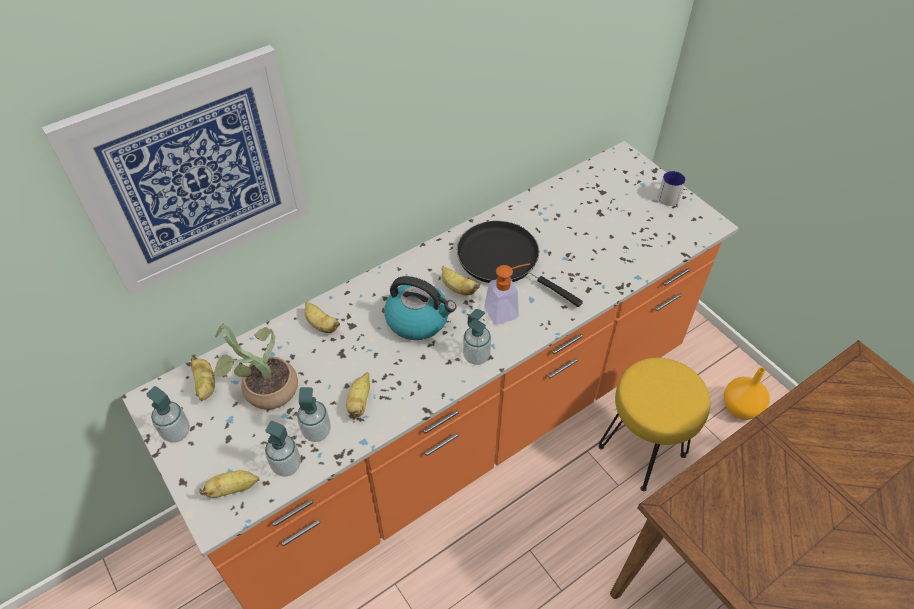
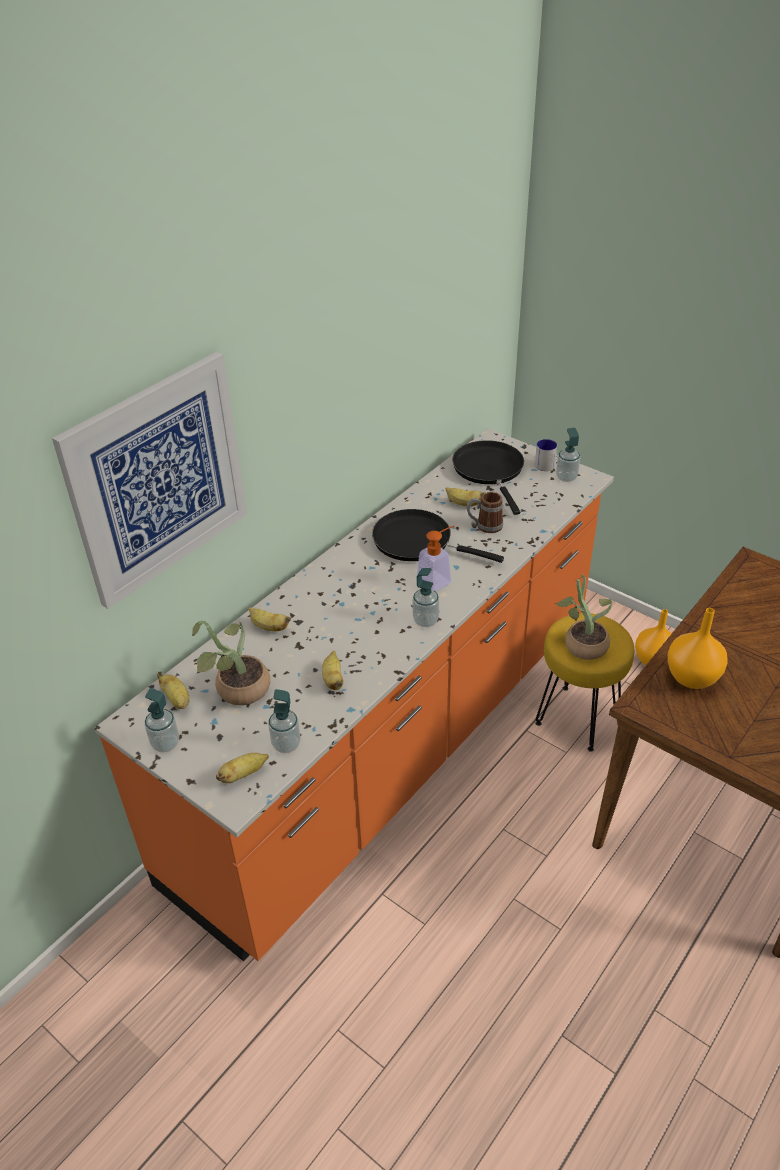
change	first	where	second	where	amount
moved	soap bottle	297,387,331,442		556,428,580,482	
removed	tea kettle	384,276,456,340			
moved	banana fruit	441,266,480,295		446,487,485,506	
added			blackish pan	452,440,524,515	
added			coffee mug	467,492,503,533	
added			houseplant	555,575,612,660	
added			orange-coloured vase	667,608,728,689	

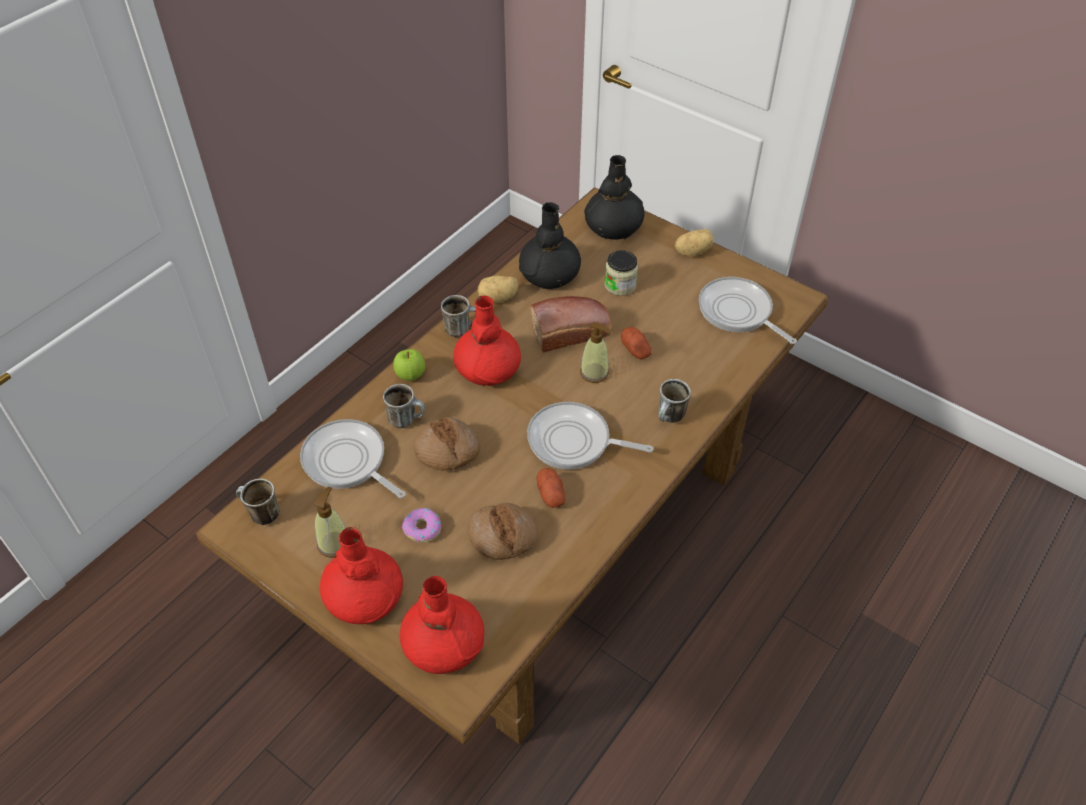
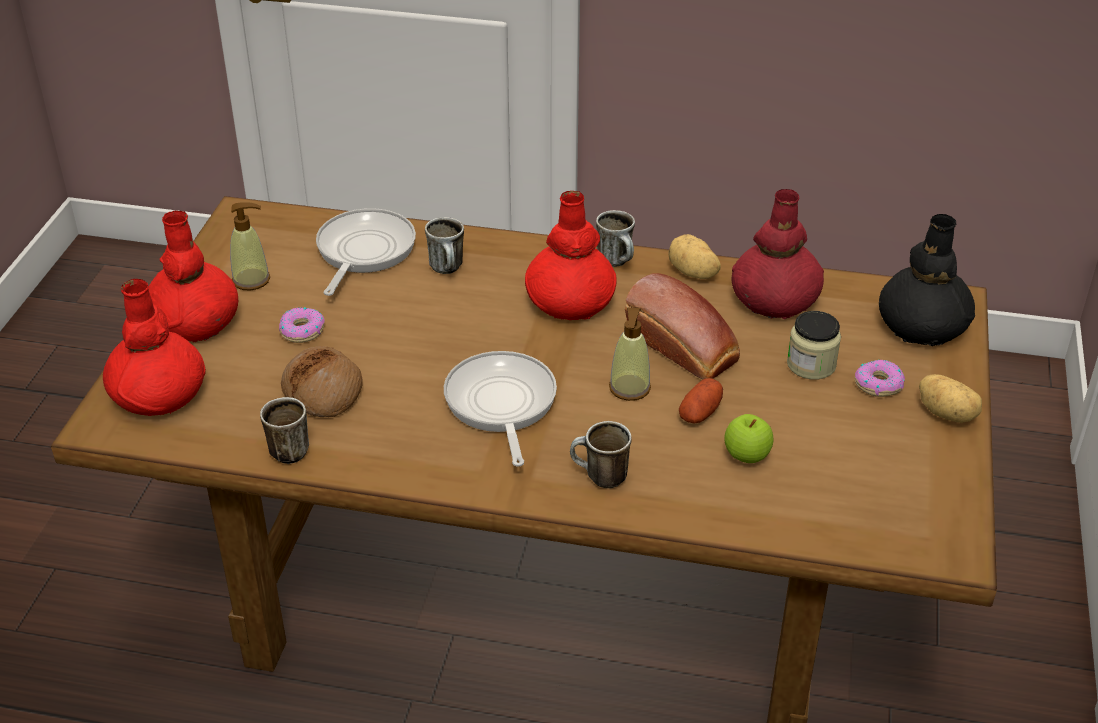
change	first	where	second	where	amount
moved	coffee mug	236,479,280,525		260,397,309,464	
moved	apple fruit	393,349,425,381		724,414,773,463	
removed	baked bread	414,417,481,471			
recoloured	blackish vase	519,202,581,290	reddish vase	732,189,824,319	
removed	spud	537,468,566,508			
removed	pan	699,277,797,344			
added			donut	855,360,905,397	

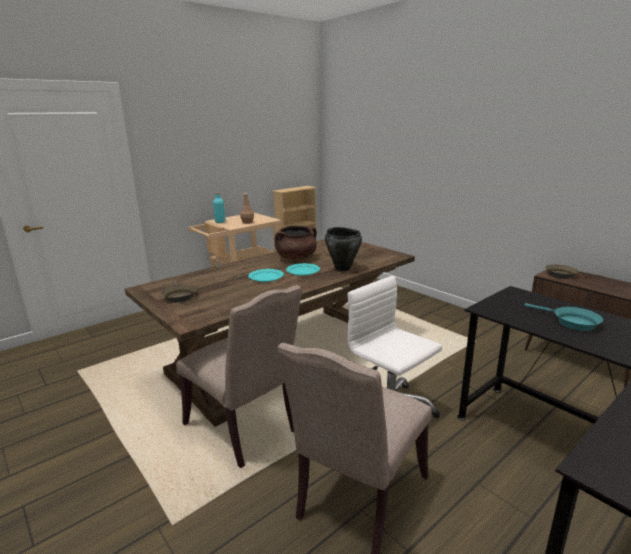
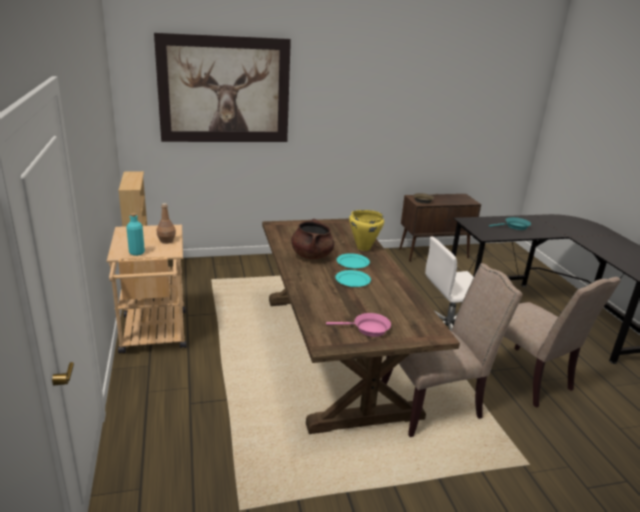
change	first	where	second	where	amount
recoloured	brown-coloured pan	161,280,197,303	pink-coloured pan	326,313,391,337	
recoloured	blackish saucepot	325,227,362,271	yellow-coloured saucepot	349,210,384,251	
added			wall picture	154,33,291,142	

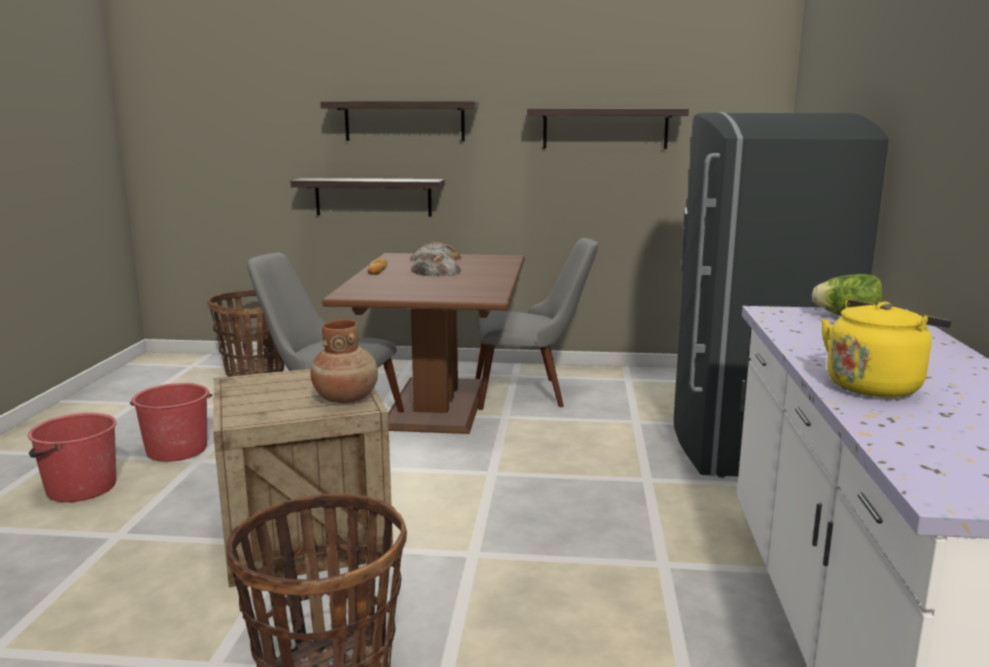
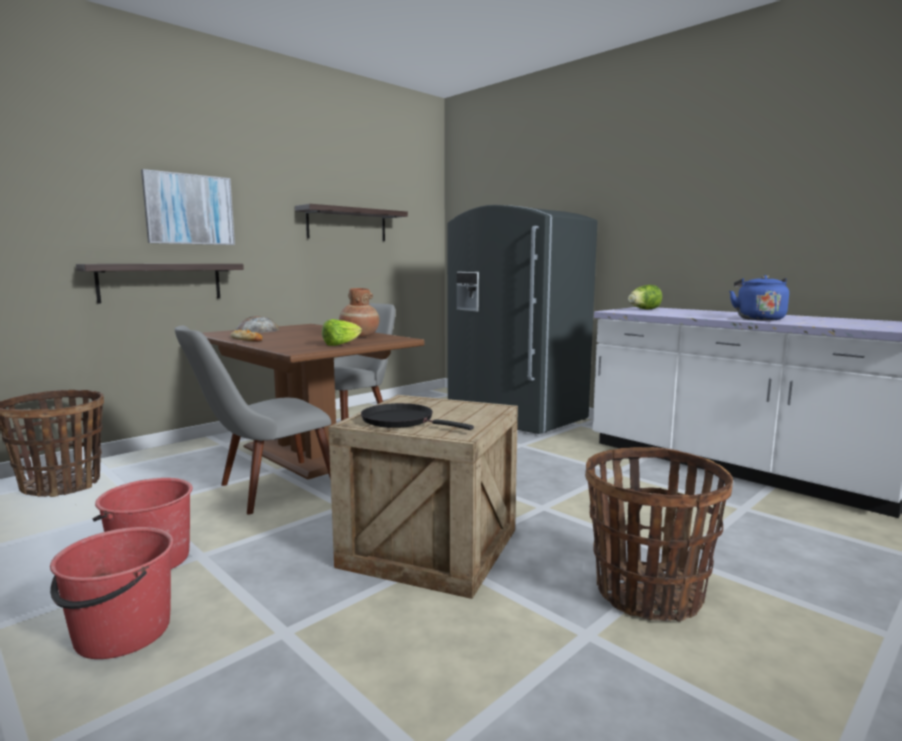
change	first	where	second	where	amount
moved	brown-coloured vase	310,319,378,403		339,288,380,337	
replaced	bracket shelf	320,101,479,141	wall picture	141,169,235,245	
removed	baked bread	411,253,461,277			
recoloured	yellow-coloured tea kettle	821,299,951,398	bluish tea kettle	729,275,789,321	
added			head of lettuce	322,319,362,346	
added			blackish pan	361,403,474,430	

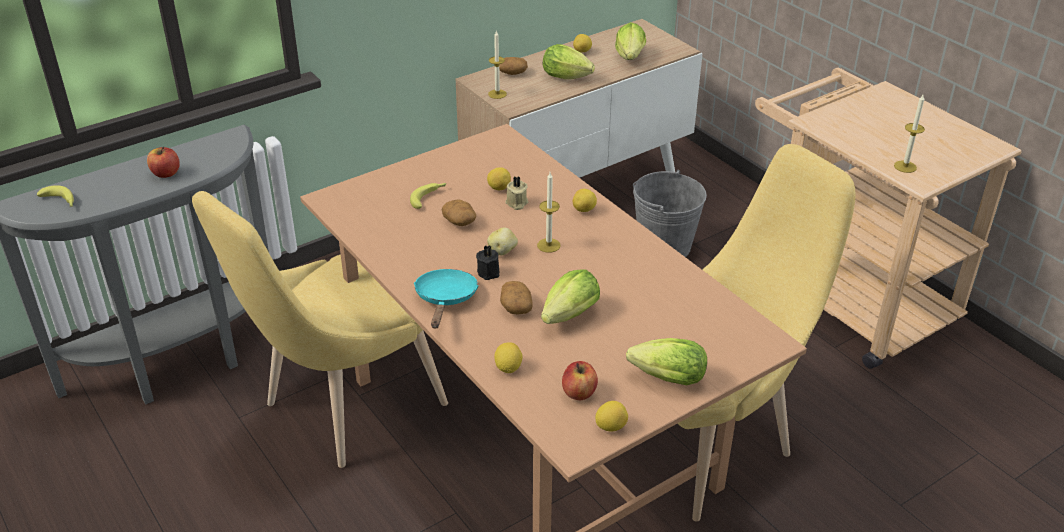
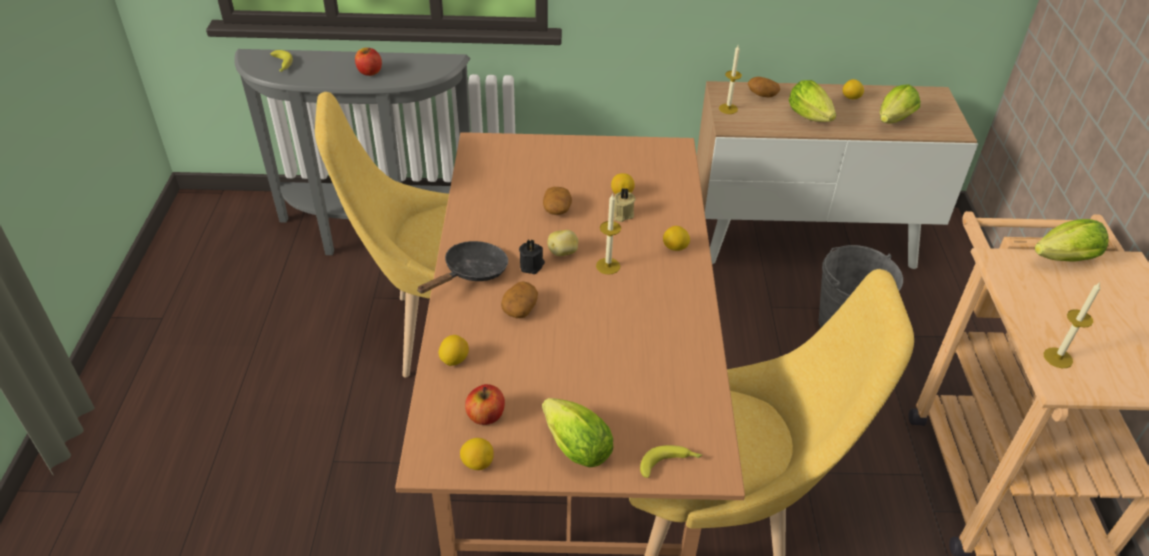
change	first	where	second	where	amount
moved	banana fruit	410,183,446,209		640,445,702,478	
recoloured	turquoise-coloured pan	414,269,479,328	blackish pan	417,241,508,293	
moved	head of lettuce	541,270,600,324		1035,219,1109,262	

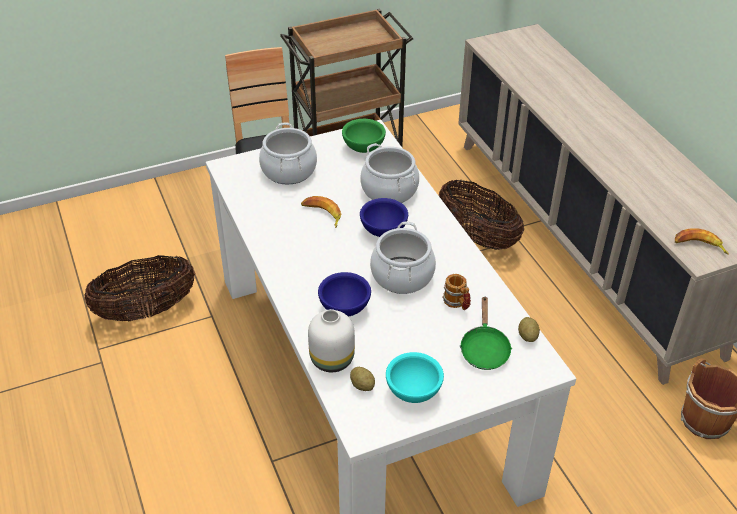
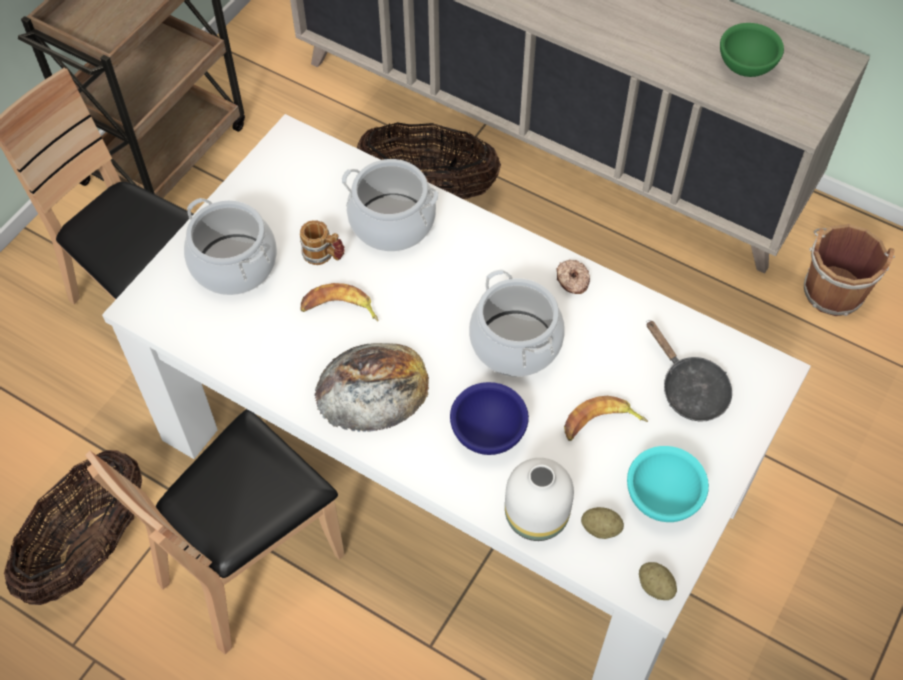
change	first	where	second	where	amount
moved	green-coloured bowl	342,119,386,153		720,23,784,77	
removed	bluish bowl	360,198,408,237			
moved	coffee mug	443,274,471,310		300,220,345,265	
recoloured	green-coloured pan	460,296,512,370	blackish pan	646,320,732,422	
moved	spud	518,317,540,342		639,562,677,600	
moved	banana fruit	675,228,729,255		564,396,648,441	
added			brown-coloured upright chair	85,409,345,654	
added			baked bread	315,343,429,432	
added			donut	556,260,590,294	

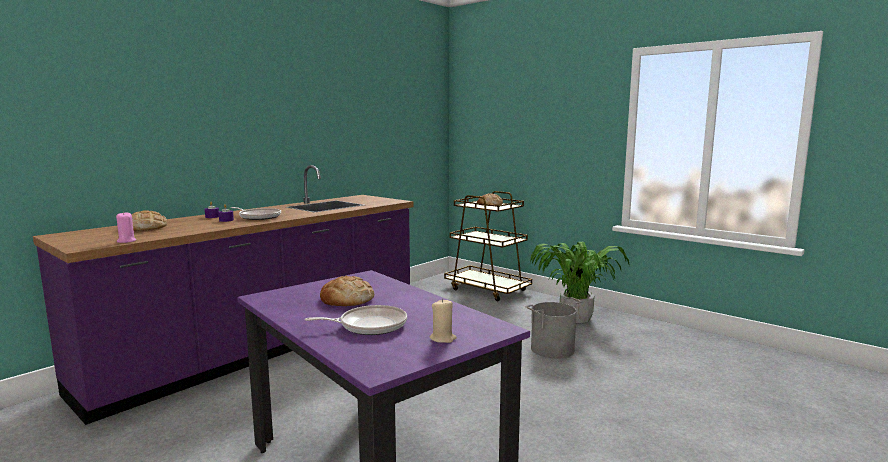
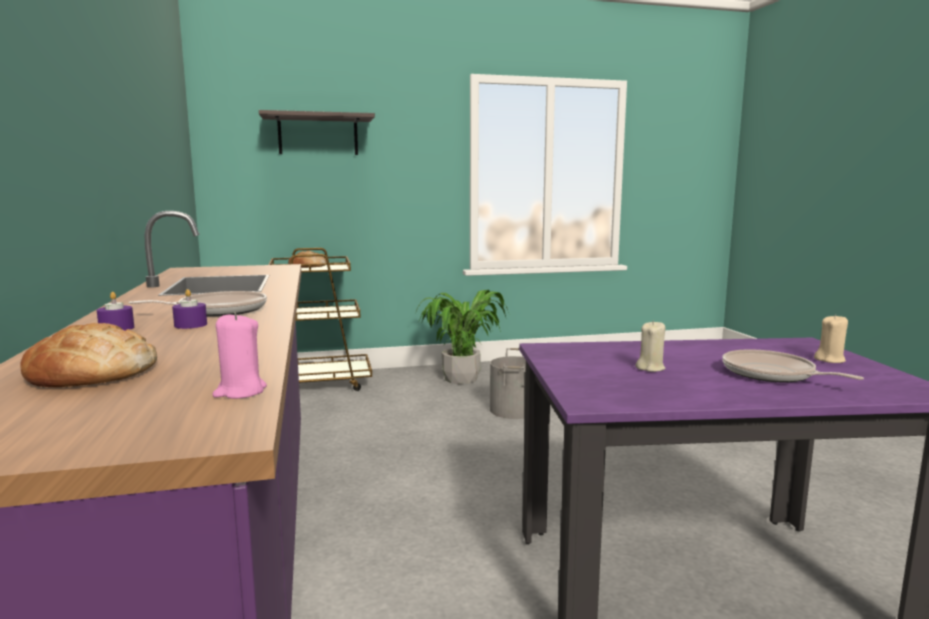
change	first	where	second	where	amount
turned	pan	305,305,407,335		722,349,864,382	60 degrees counterclockwise
replaced	baked bread	320,276,374,306	sand-coloured wax light	635,320,665,372	
added			bracket shelf	259,110,375,155	

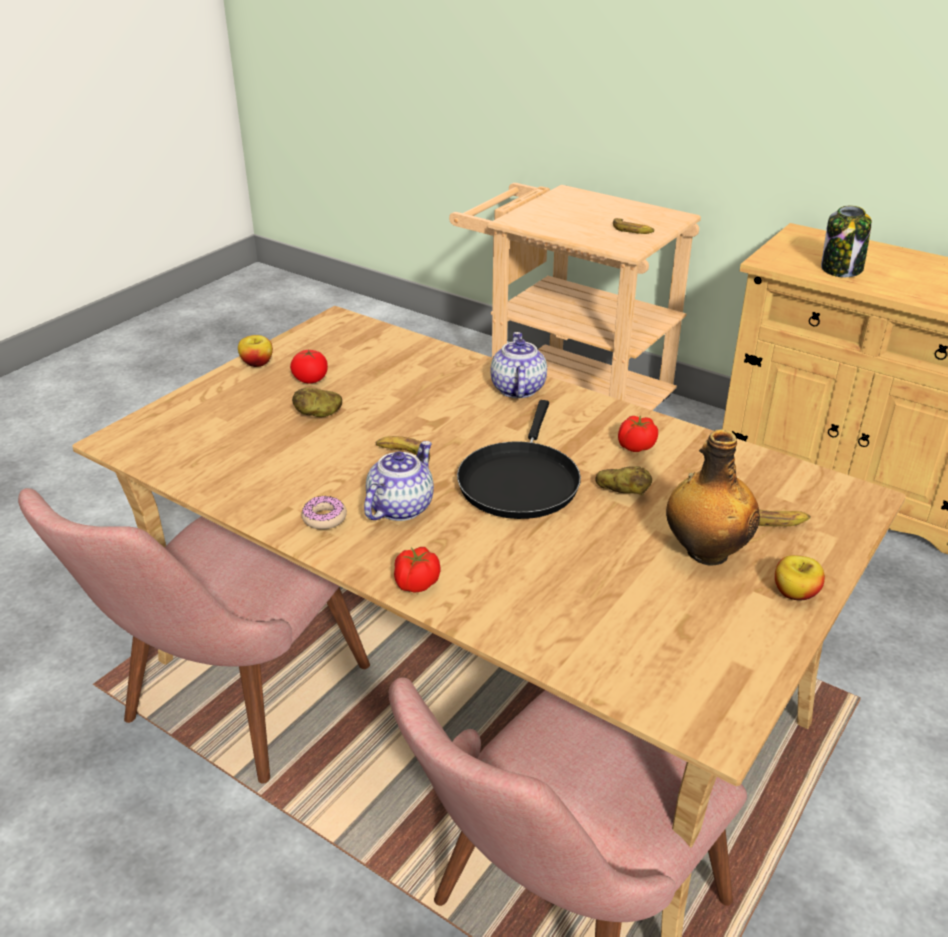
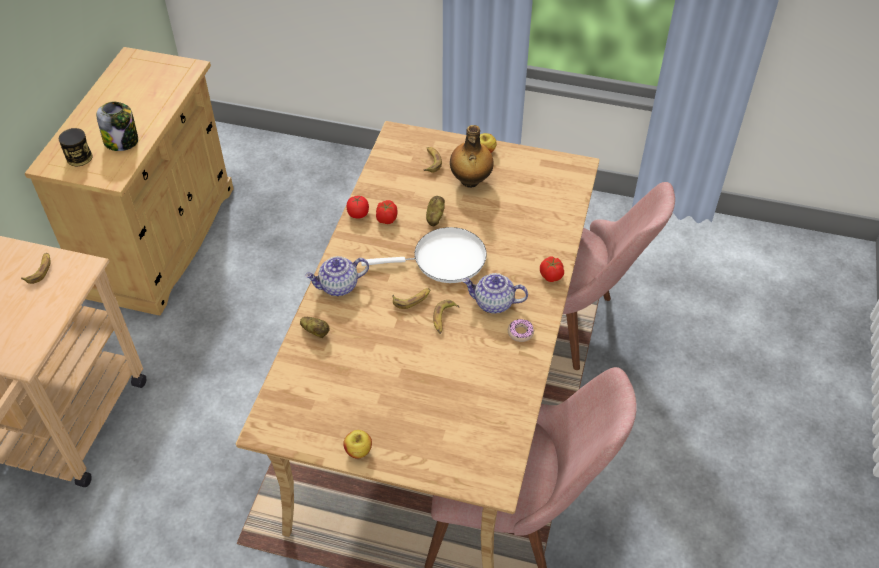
change	first	where	second	where	amount
moved	fresh tomato	290,350,328,383		347,196,369,218	
moved	spud	292,388,342,417		300,317,329,338	
recoloured	blackish pan	457,400,581,519	white-coloured pan	361,227,487,283	
added			metal can	59,128,93,166	
added			banana fruit	392,288,430,309	

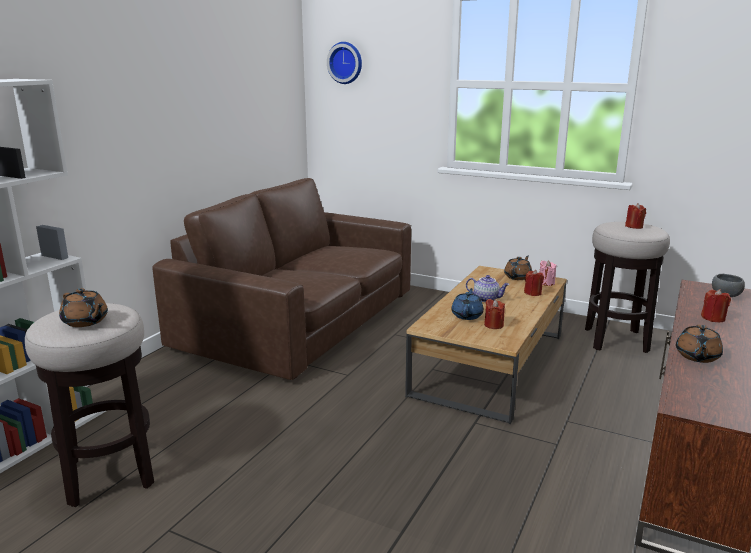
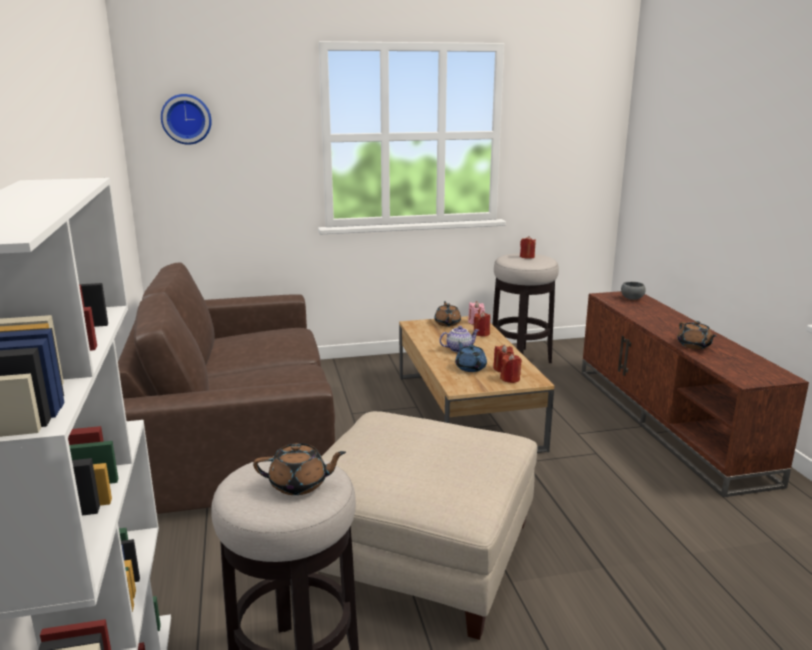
change	first	where	second	where	amount
moved	reddish wax light	701,289,731,322		500,354,522,383	
added			sand-coloured footrest	309,411,537,640	

